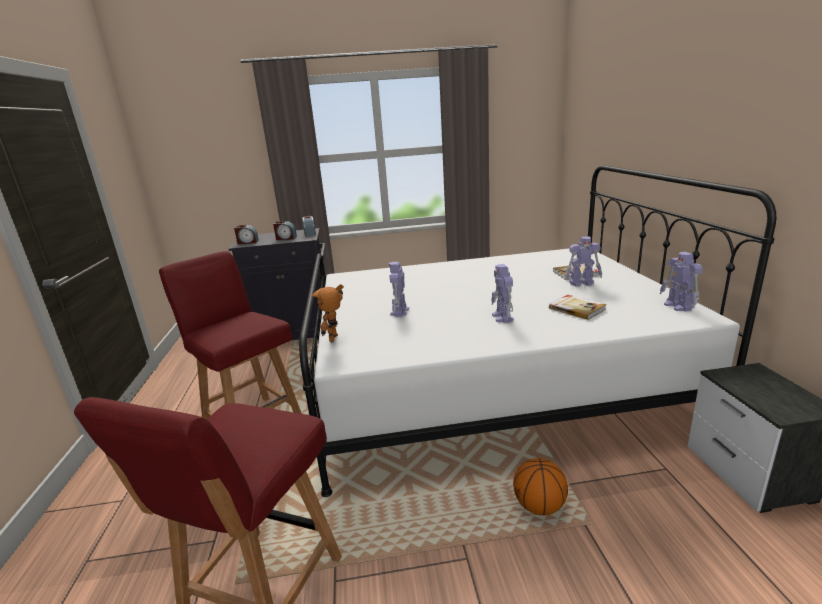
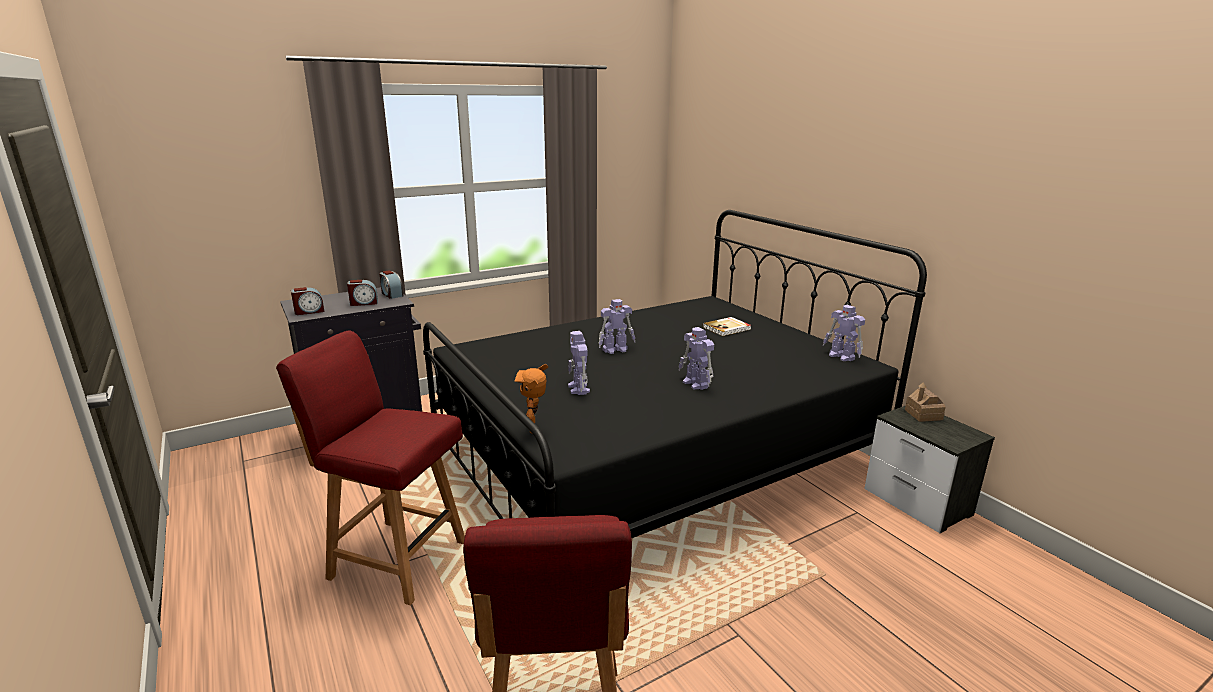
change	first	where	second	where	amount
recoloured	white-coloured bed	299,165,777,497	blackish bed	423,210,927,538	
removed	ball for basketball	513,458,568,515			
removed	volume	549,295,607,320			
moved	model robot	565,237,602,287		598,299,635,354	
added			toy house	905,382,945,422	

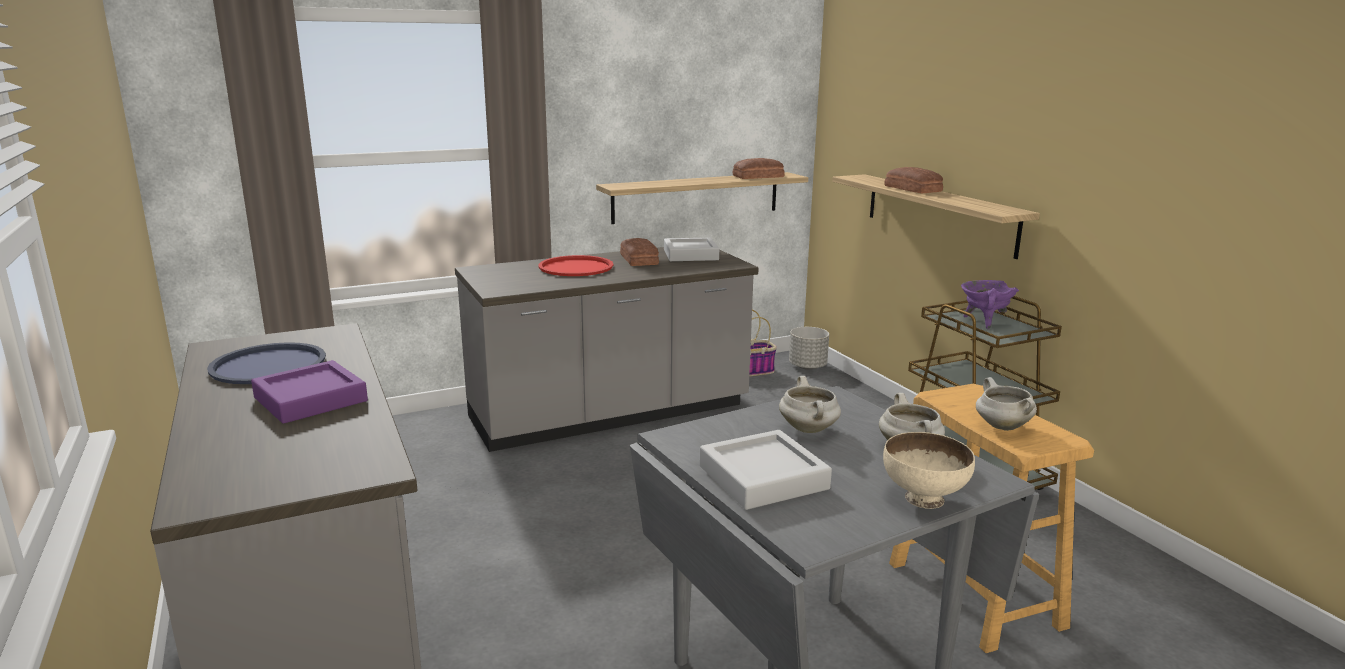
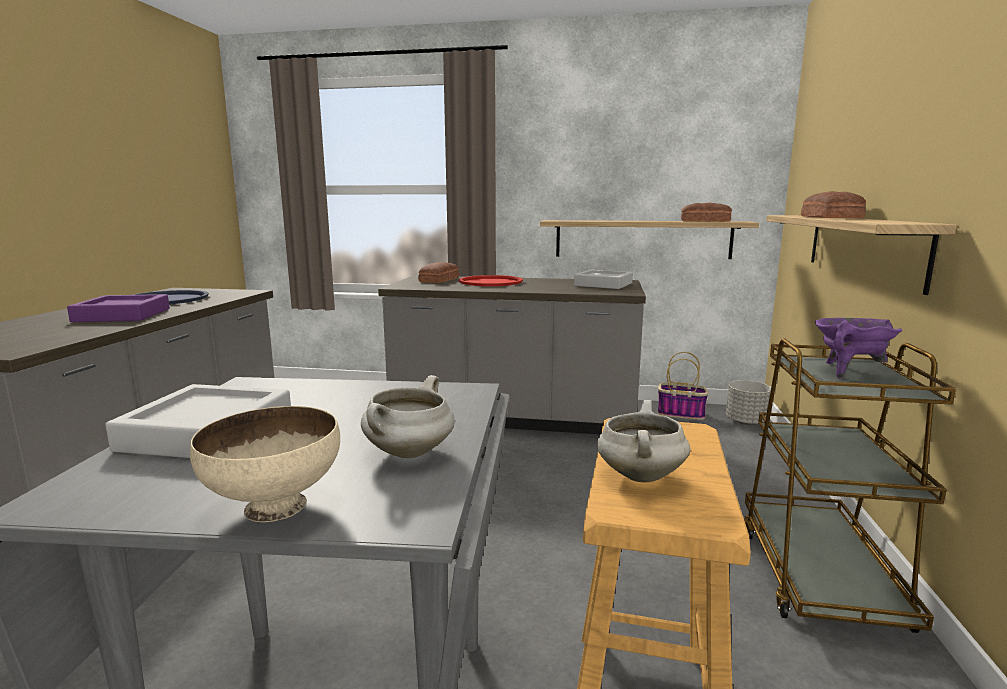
change	first	where	second	where	amount
moved	baked bread	620,238,659,266		418,262,459,283	
removed	white-coloured saucepot	779,376,841,433			

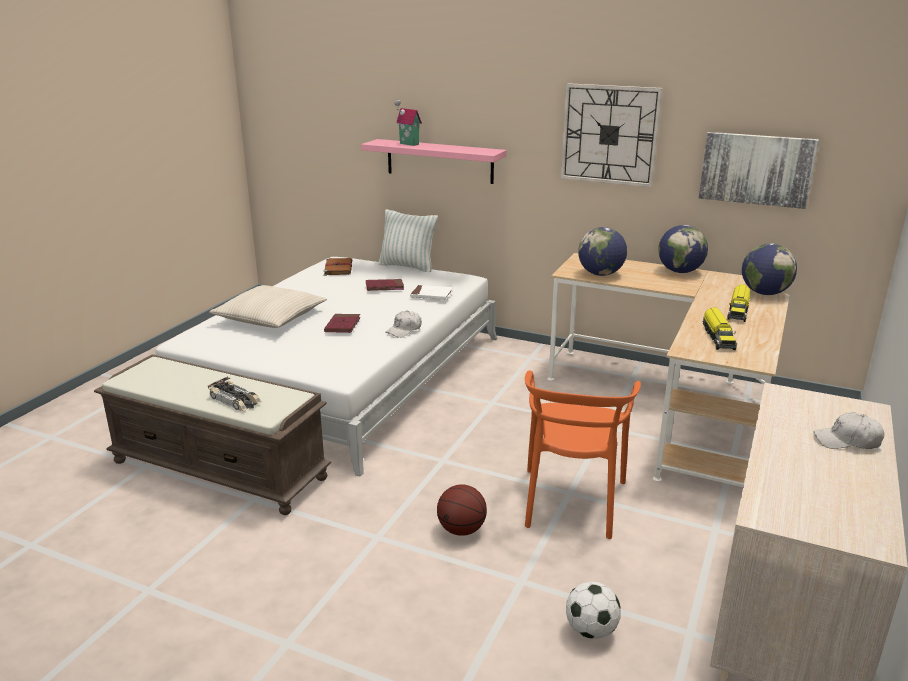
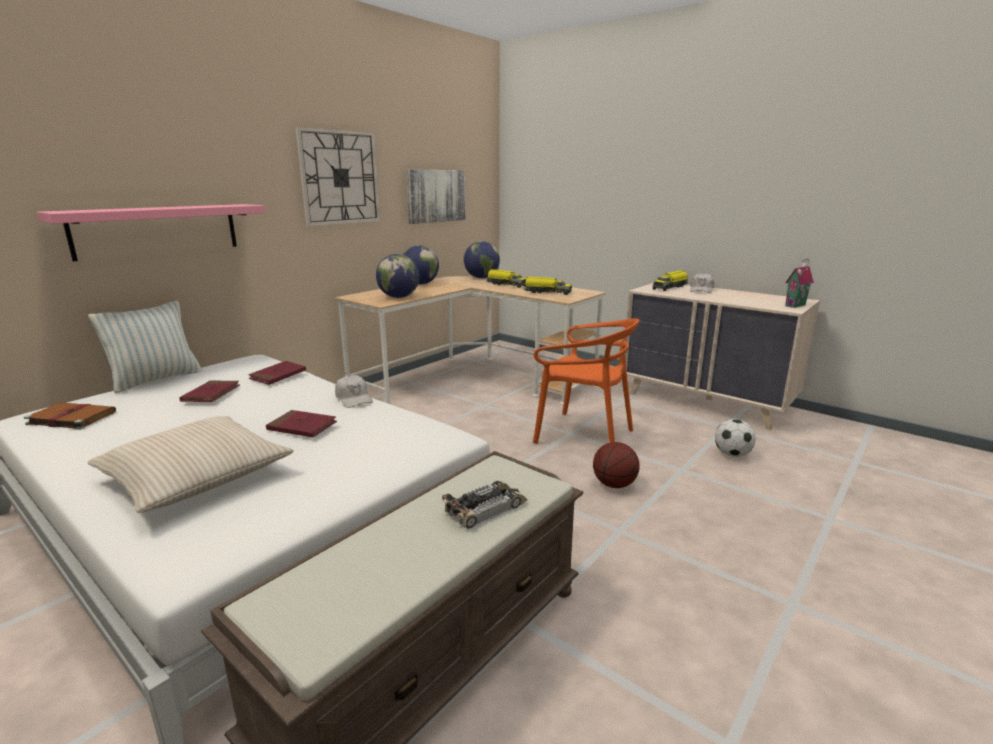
change	first	where	second	where	amount
moved	toy house	395,100,422,146		785,258,814,308	
recoloured	white-coloured volume	410,285,453,300	reddish volume	248,361,306,385	
added			model truck	653,270,688,291	

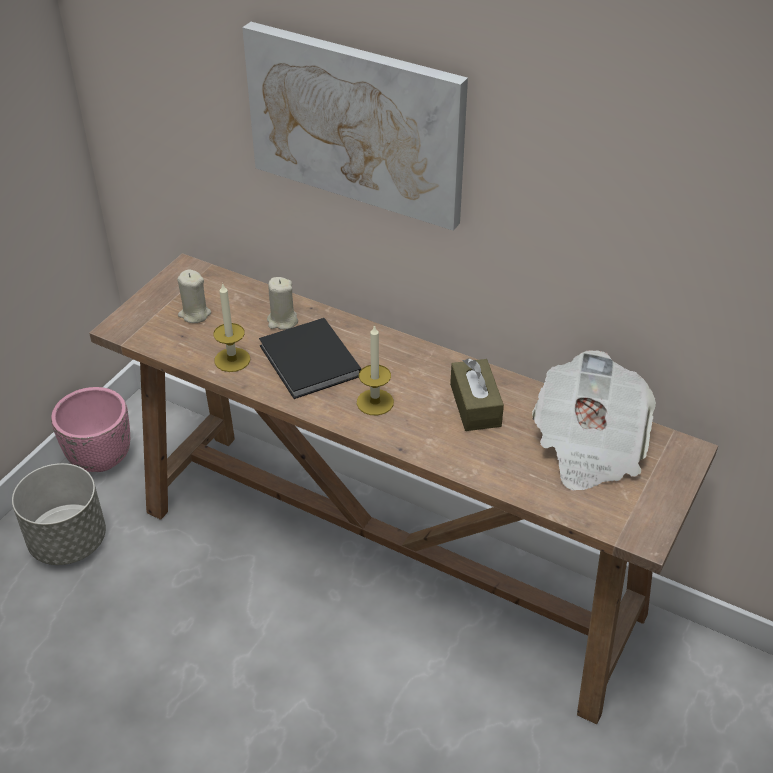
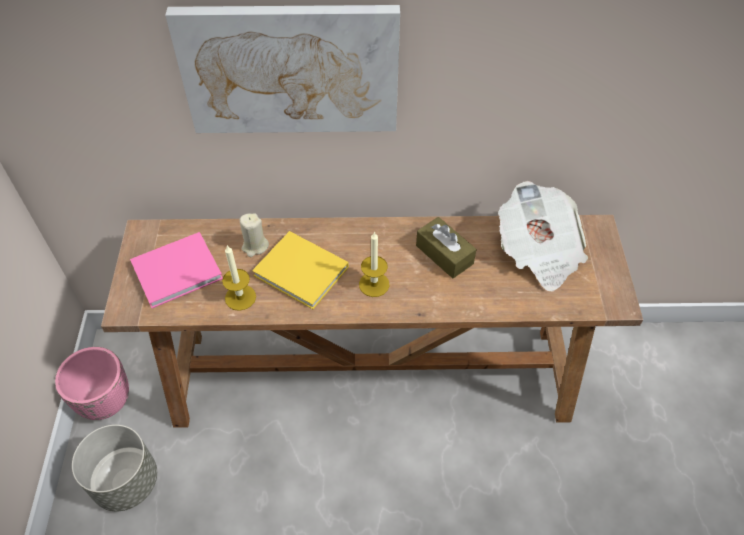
change	first	where	second	where	amount
replaced	sand-coloured wax light	177,269,211,323	pink-coloured volume	130,232,223,308	
recoloured	blackish volume	259,318,361,399	yellow-coloured volume	252,231,349,309	

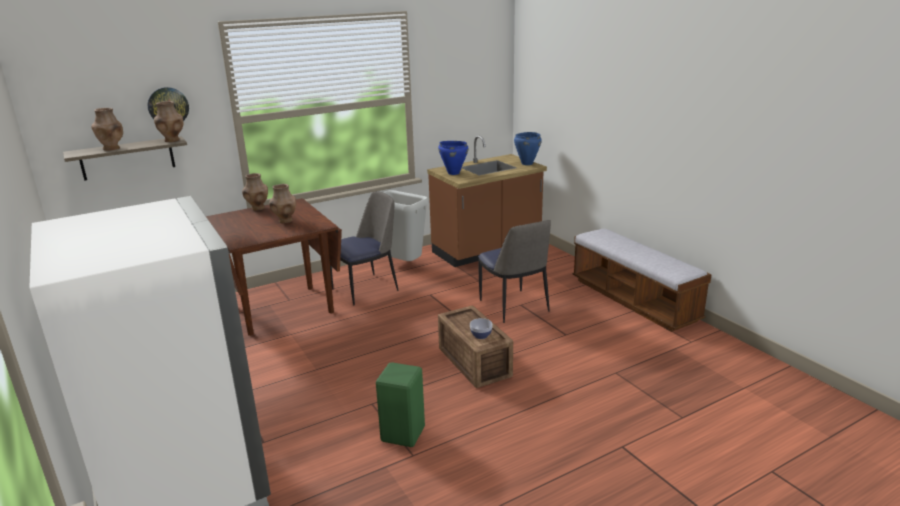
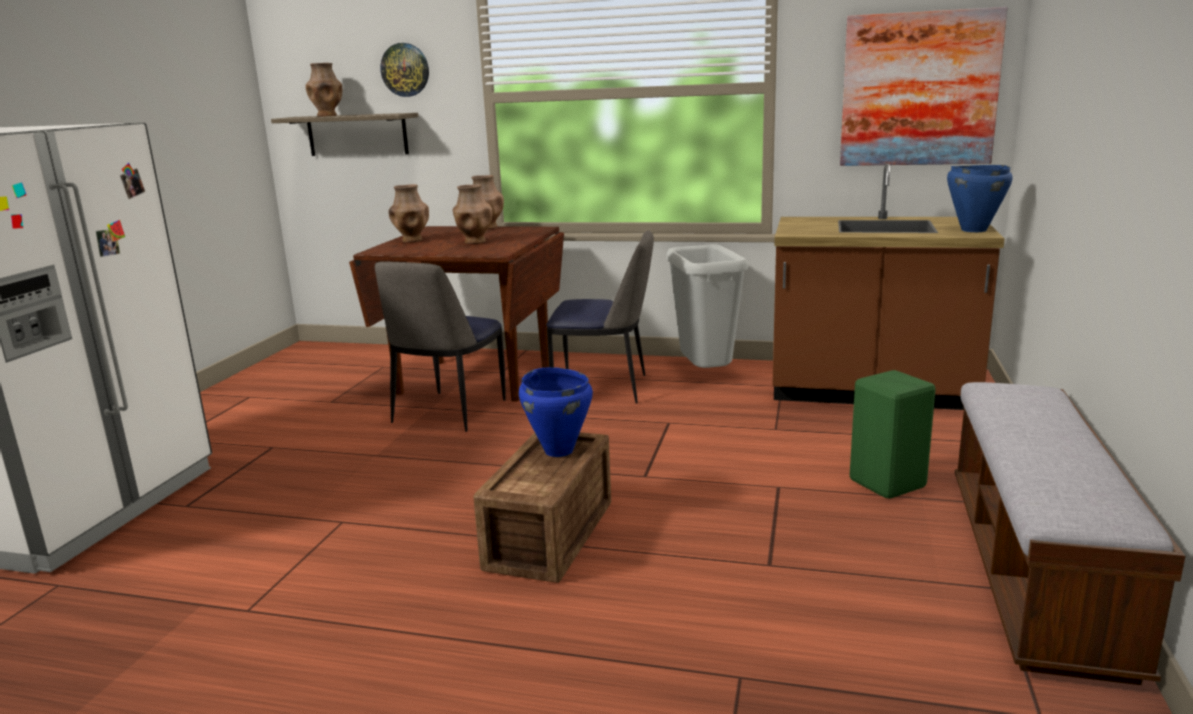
change	first	where	second	where	amount
moved	brown-coloured vase	154,101,183,142		388,184,429,243	
moved	green-coloured sitting stool	376,362,425,447		850,370,936,498	
moved	bluish saucepot	438,141,468,175		519,367,593,457	
removed	bowl	470,318,493,339			
moved	upright chair	478,220,551,323		375,261,506,432	
added			wall picture	840,7,1008,166	

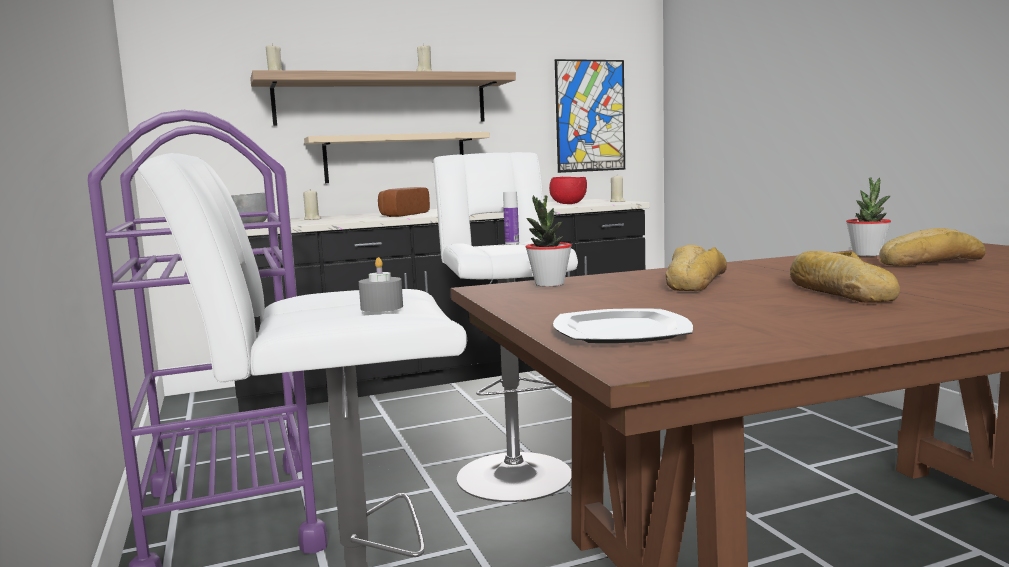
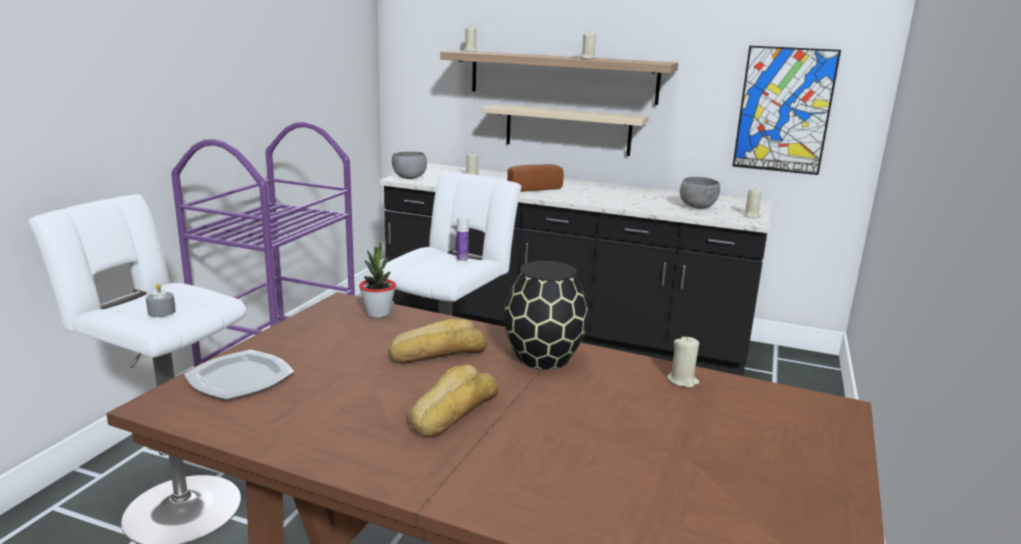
change	first	where	second	where	amount
recoloured	reddish bowl	549,177,587,204	greyish bowl	680,177,720,209	
replaced	houseplant	846,177,891,256	sand-coloured wax light	667,336,699,388	
removed	baked bread	879,228,986,266			
added			blackish vase	504,261,588,370	

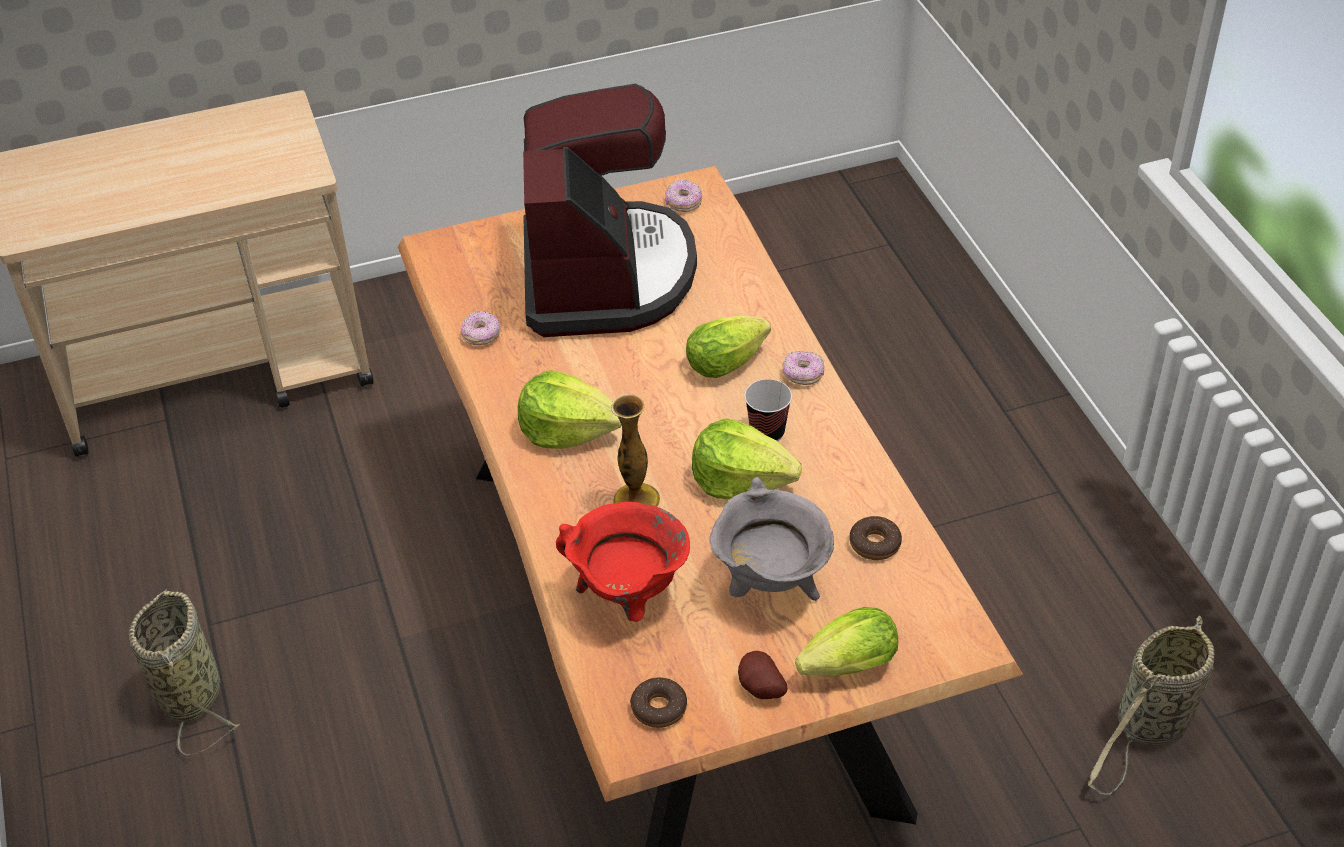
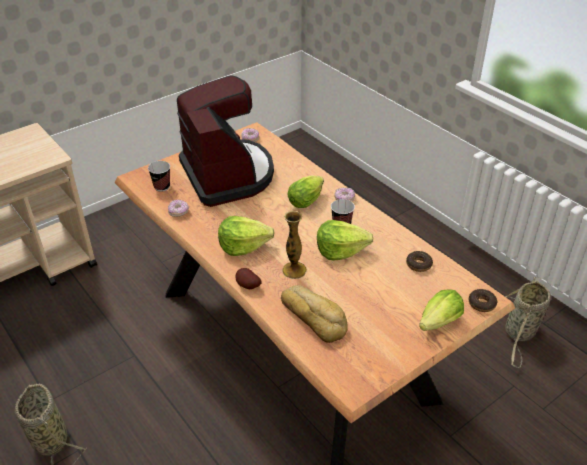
change	first	where	second	where	amount
replaced	reddish saucepot	556,502,690,622	baked bread	281,285,348,343	
moved	donut	630,677,687,728		469,289,497,312	
removed	greyish saucepot	709,477,834,601			
moved	spud	738,651,788,699		235,268,262,289	
added			small cup	148,161,170,192	

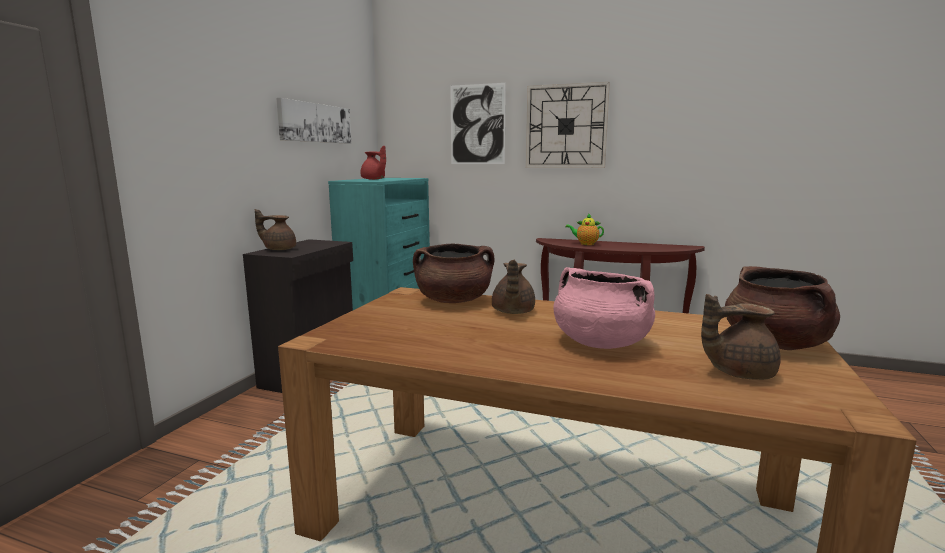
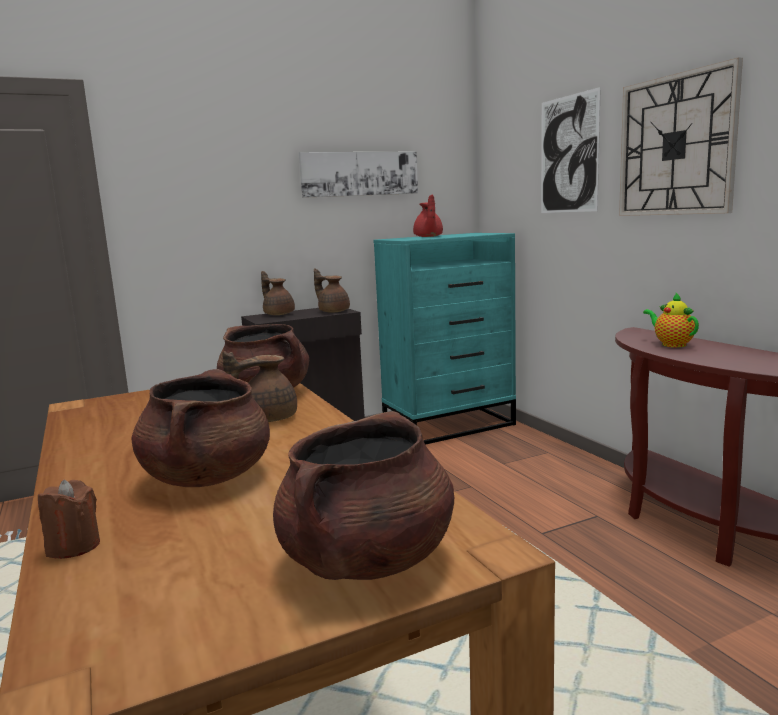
change	first	where	second	where	amount
recoloured	pink-coloured saucepot	553,267,655,349	brown-coloured saucepot	131,369,270,487	
moved	brown-coloured tea pot	701,294,781,380		314,268,350,313	
added			brown-coloured wax light	38,480,100,559	

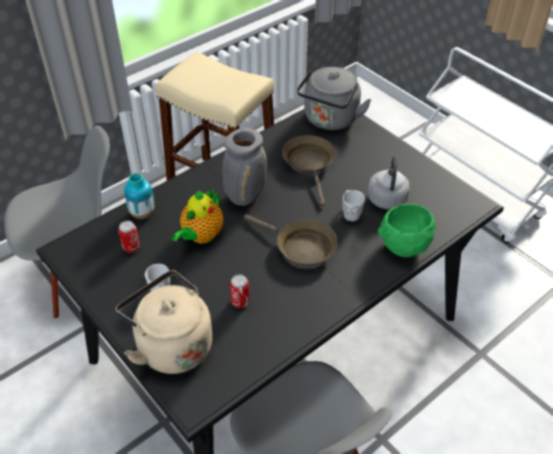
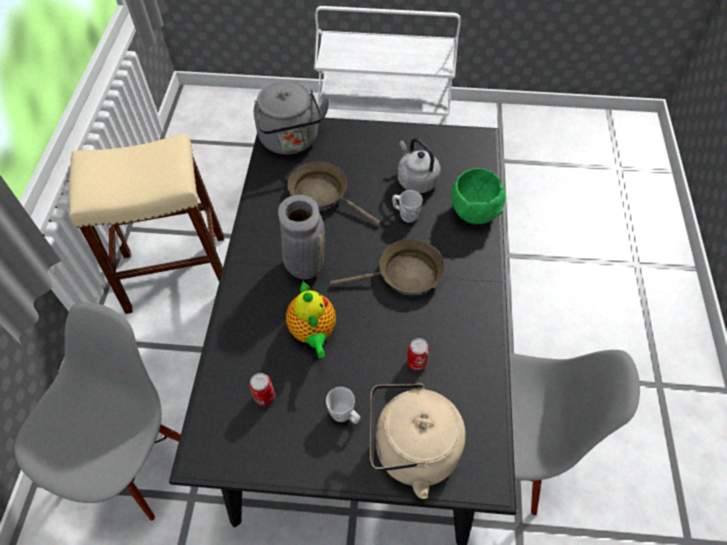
change	first	where	second	where	amount
removed	vase	124,173,154,219			

